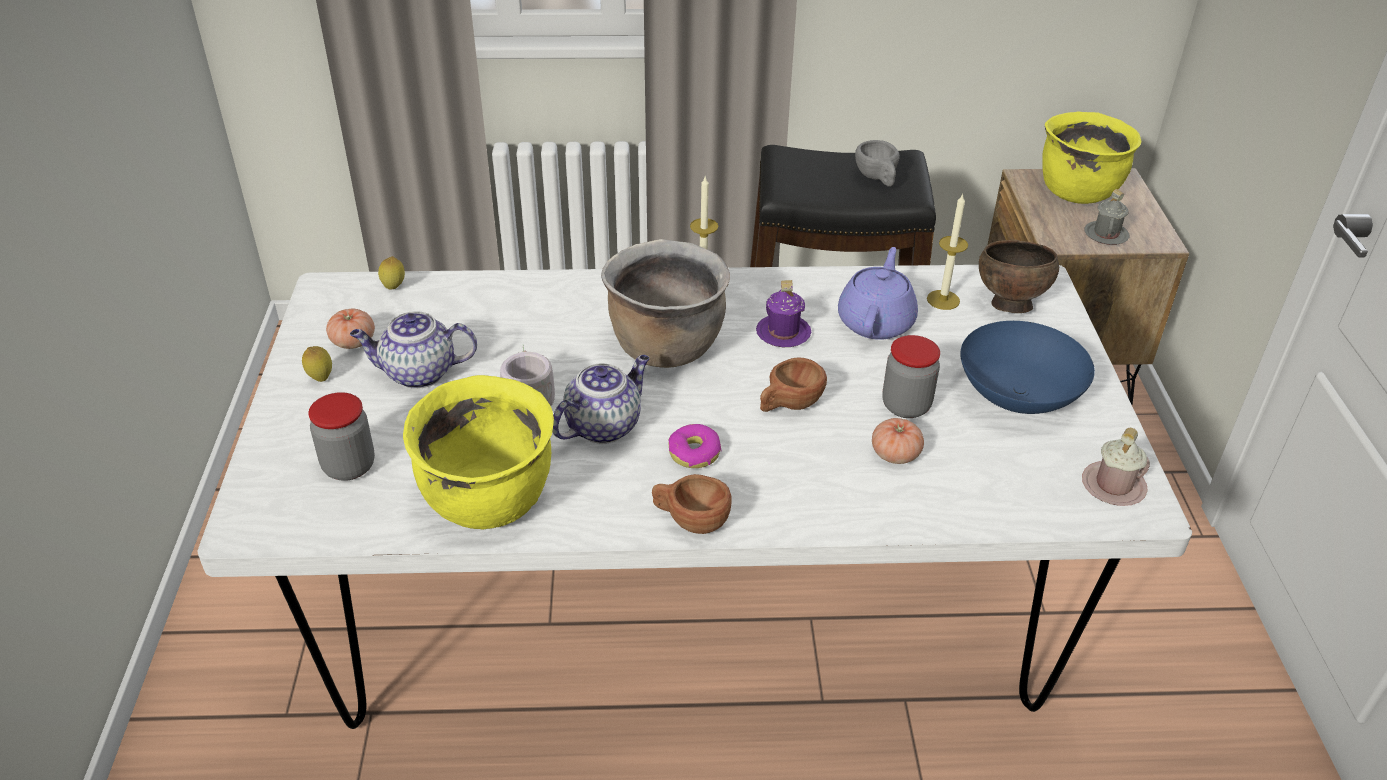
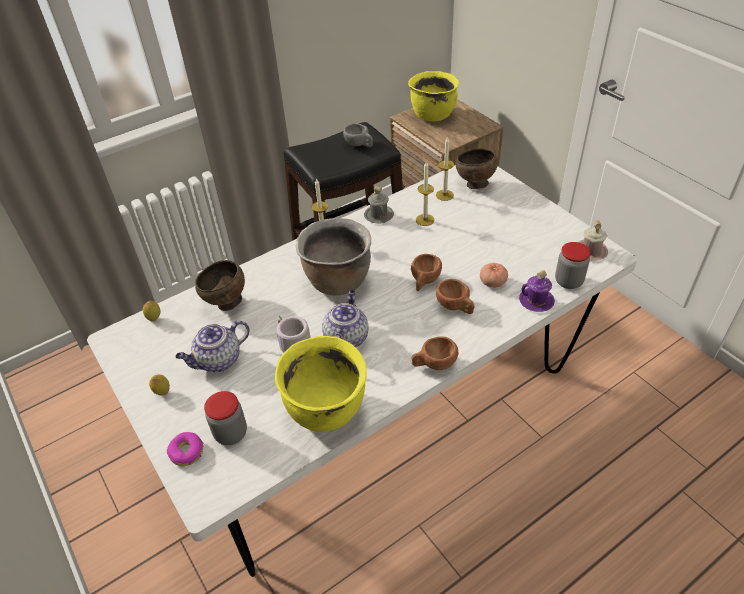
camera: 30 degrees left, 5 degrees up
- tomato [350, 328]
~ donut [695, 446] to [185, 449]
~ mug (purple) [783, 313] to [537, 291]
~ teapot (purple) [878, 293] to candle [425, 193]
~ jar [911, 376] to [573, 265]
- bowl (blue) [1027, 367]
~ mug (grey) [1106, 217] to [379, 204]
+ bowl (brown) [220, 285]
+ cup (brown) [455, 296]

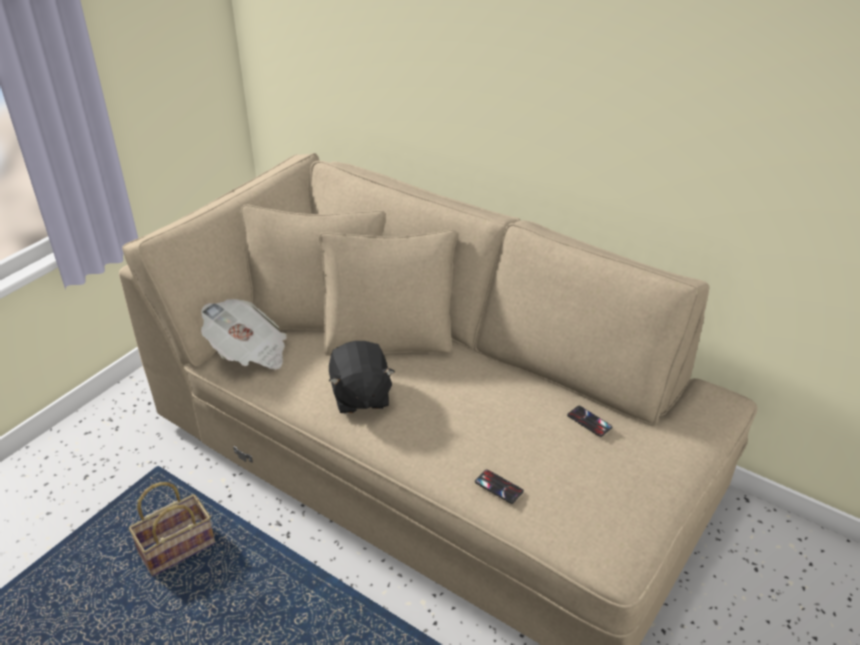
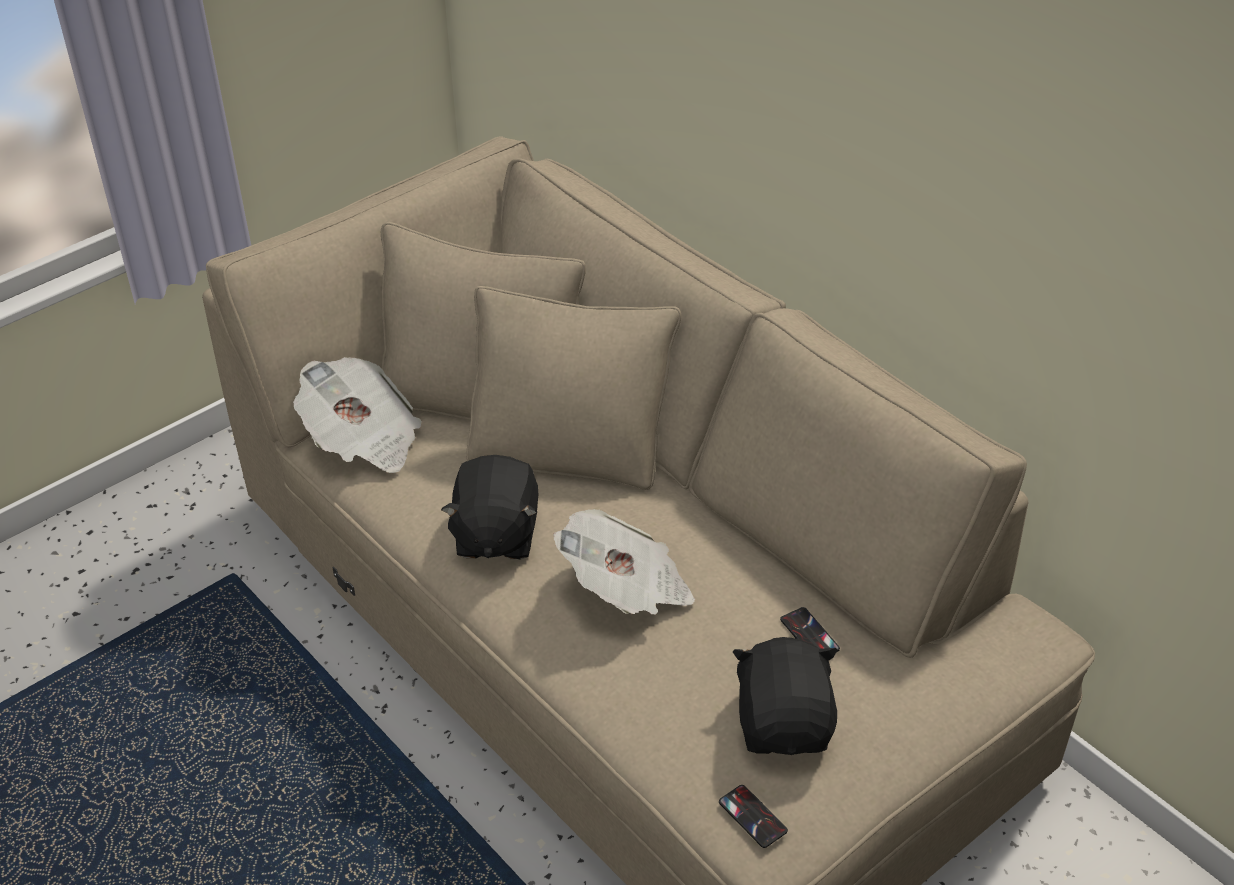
camera: 15 degrees right, 5 degrees up
- basket [172, 529]
~ phone [499, 487] to [753, 816]
+ newspaper [624, 562]
+ plush toy (black) [785, 696]

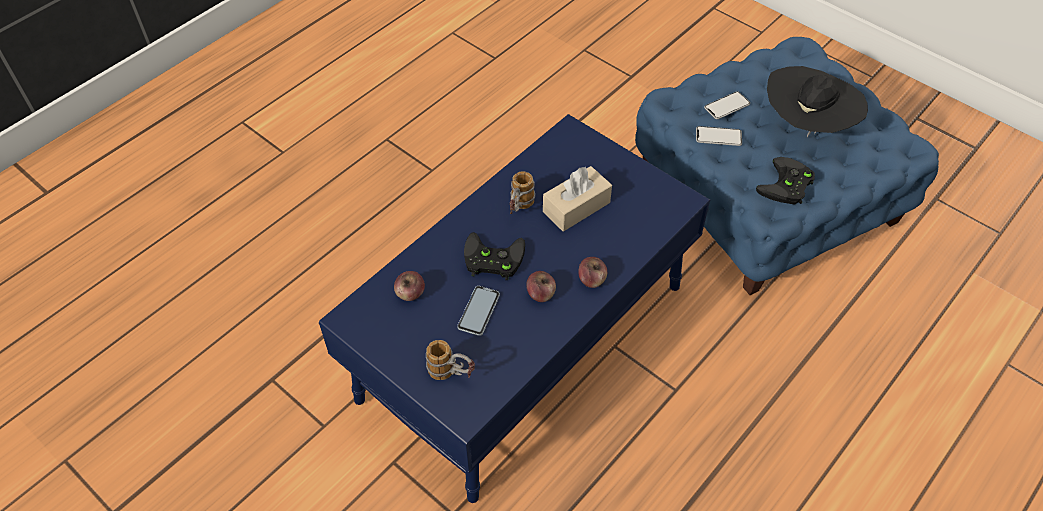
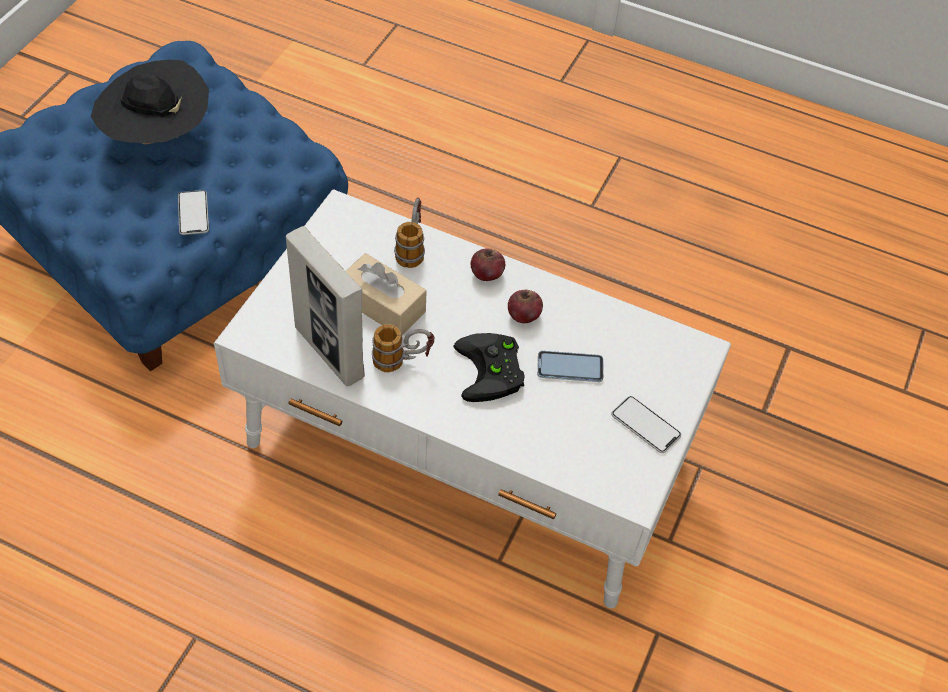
camera: 110 degrees left, 0 degrees up
~ coffee table (blue) [514, 308] to coffee table (white) [472, 399]
- apple [409, 286]
~ mug [450, 360] to [409, 233]
~ phone [727, 105] to [646, 424]
- game controller (black) [785, 181]
+ picture frame [325, 306]

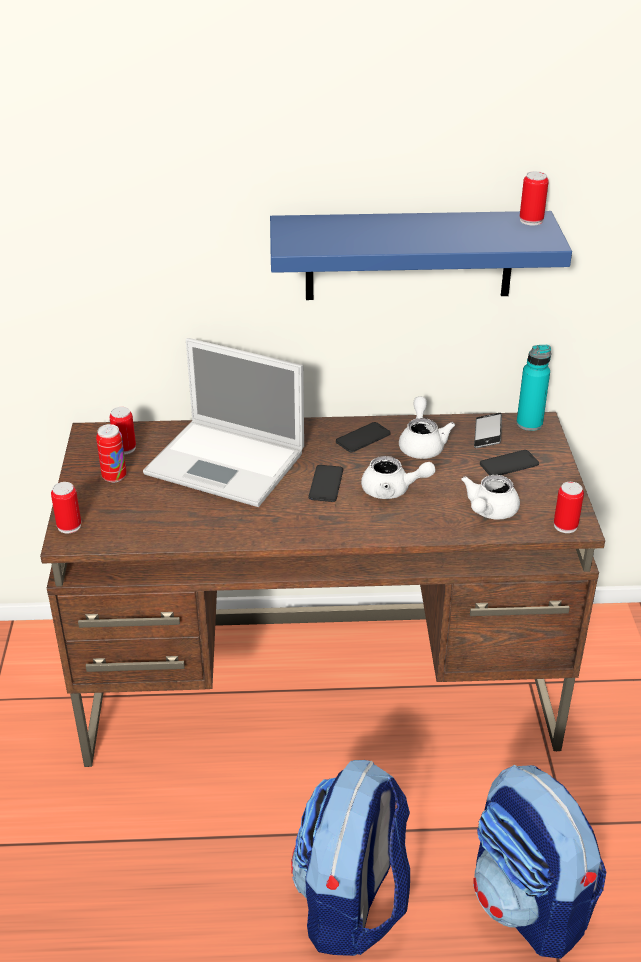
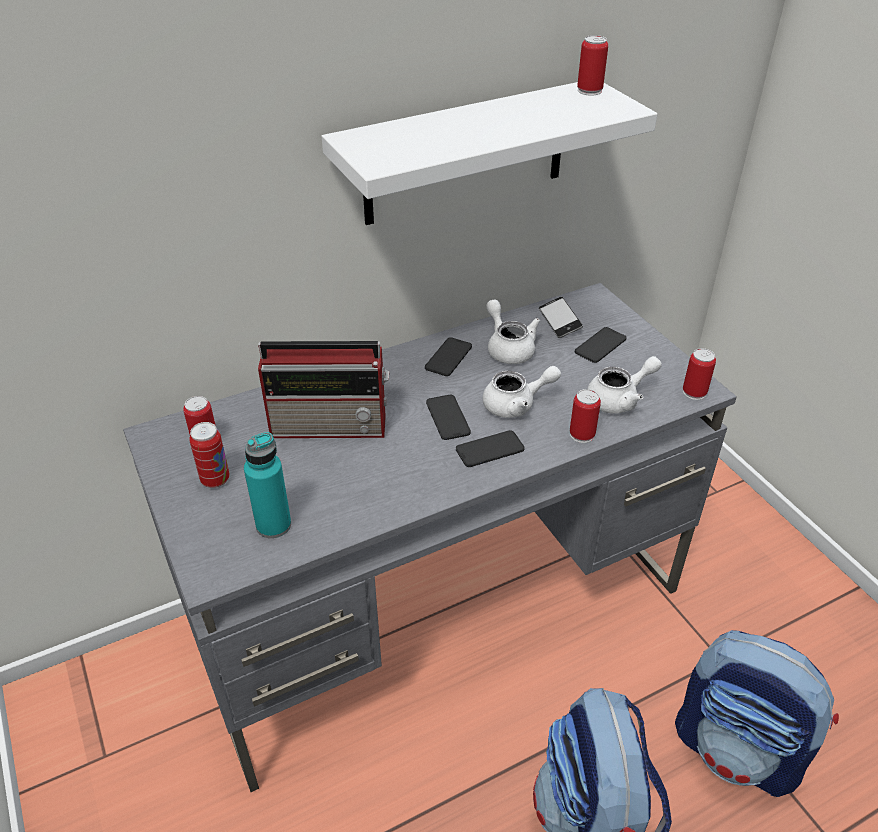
camera: 25 degrees left, 5 degrees up
~ desk (brown) [322, 589] to desk (grey) [430, 537]
~ can [66, 507] to [585, 416]
~ laptop [223, 422] to radio [323, 389]
~ shelf (blue) [421, 255] to shelf (white) [489, 153]
~ teapot (white) [490, 497] = [624, 384] 120 degrees counterclockwise
~ bottle (turquoise) [533, 388] to [267, 485]
+ phone [490, 448]

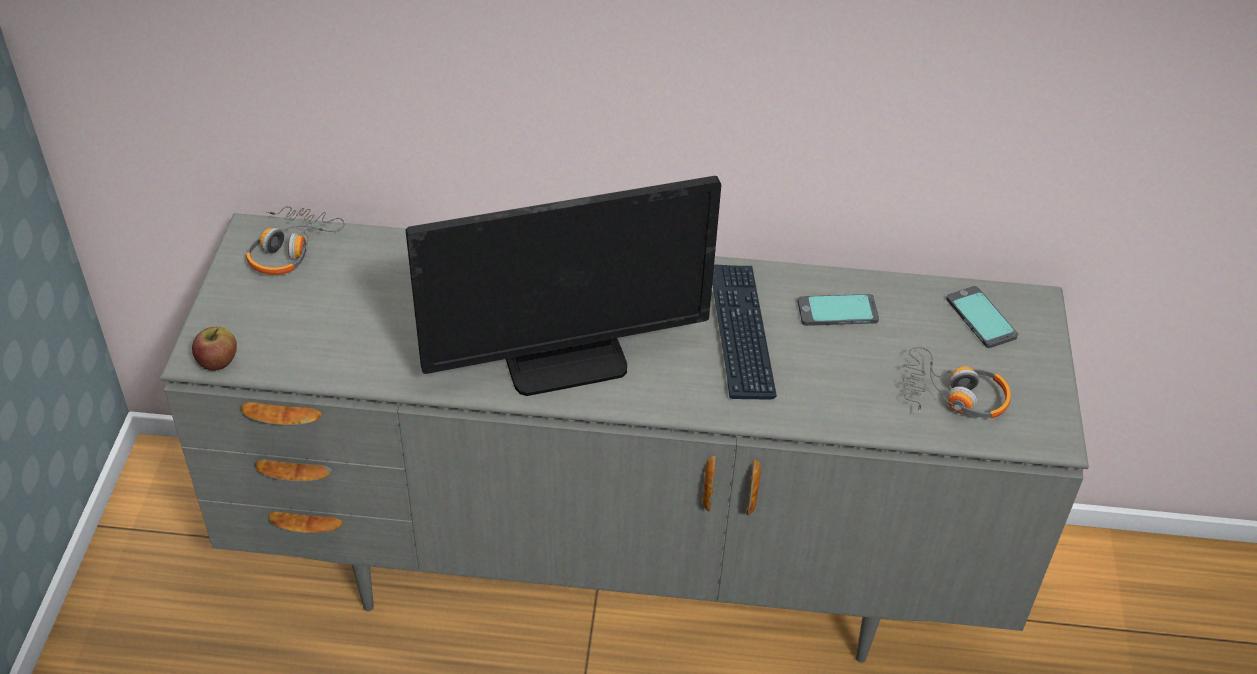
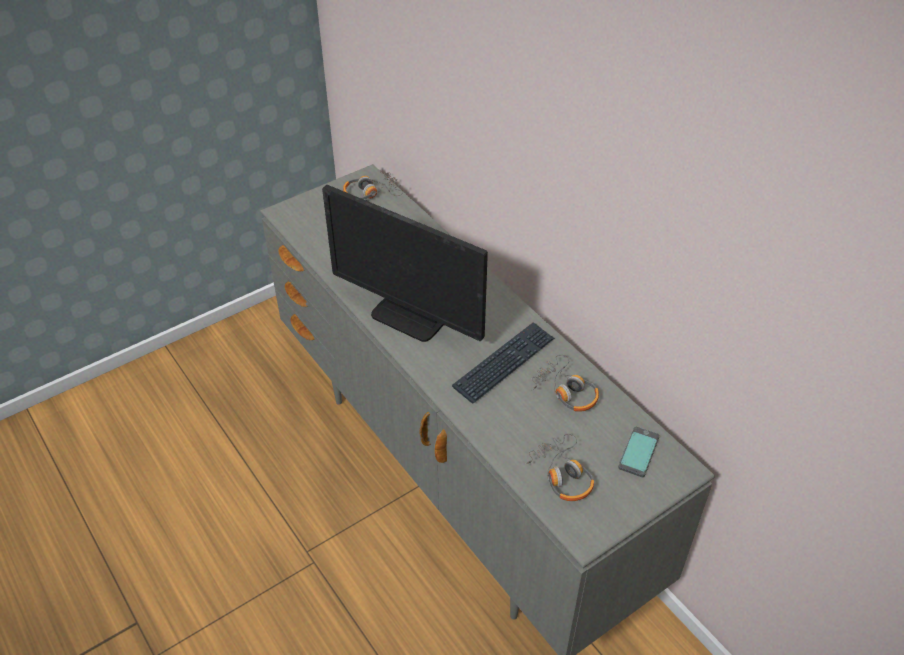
camera: 50 degrees right, 0 degrees up
- apple [214, 349]
~ phone [838, 310] to headphones [565, 383]

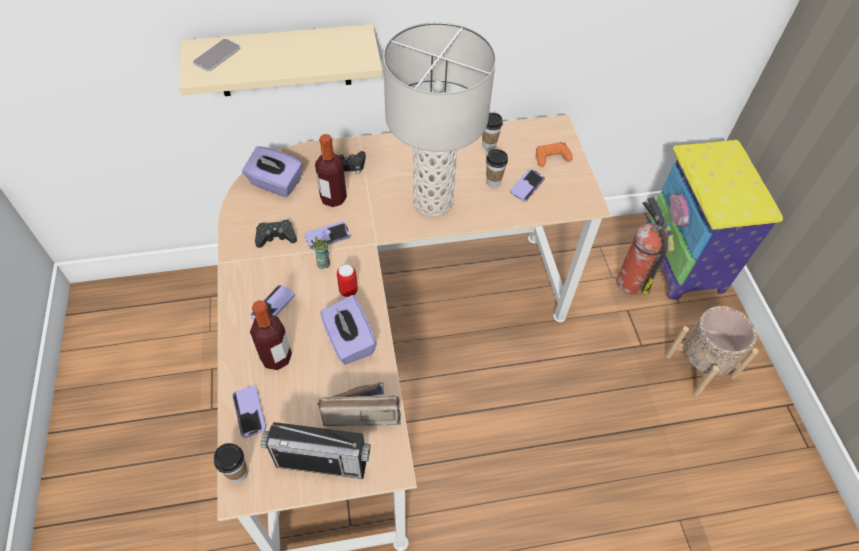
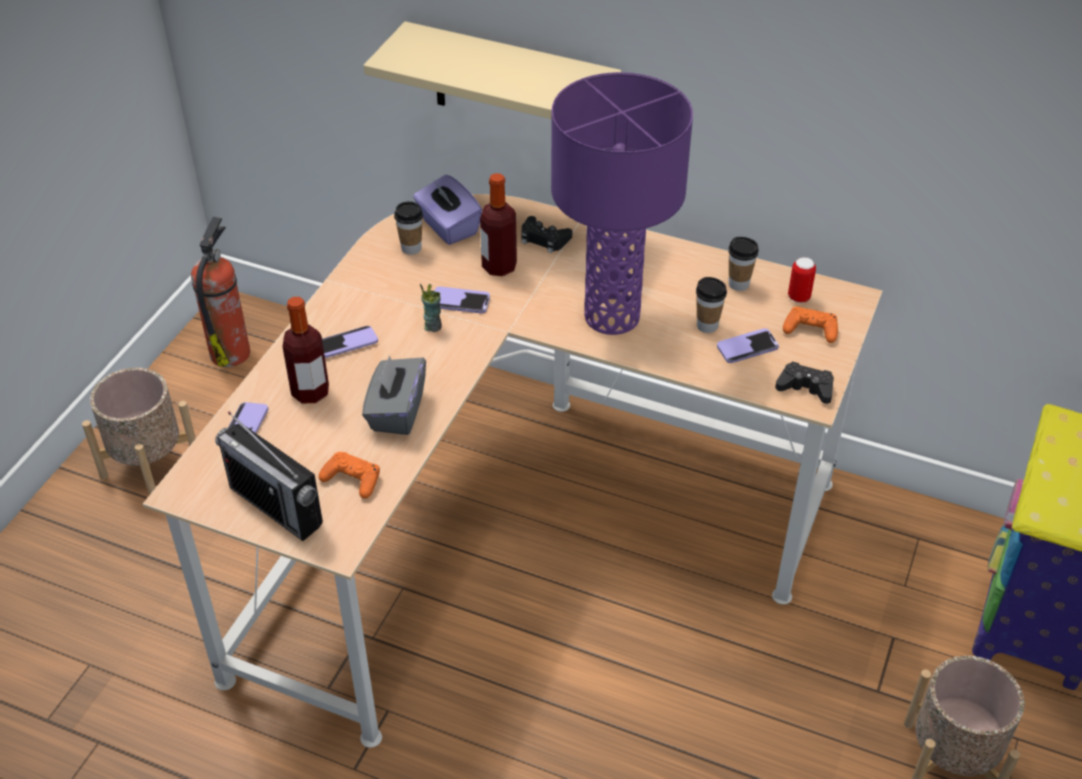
camera: 35 degrees right, 10 degrees down
- phone [216, 55]
~ cup [231, 463] to [408, 228]
~ game controller (black) [276, 234] to [804, 382]
~ radio [359, 404] to game controller (orange) [349, 475]
~ tissue box (purple) [348, 329] to tissue box (grey) [394, 395]
~ can [347, 280] to [802, 280]
~ table lamp (white) [439, 119] to table lamp (purple) [622, 203]
~ fire extinguisher [642, 246] to [220, 292]
+ planter (beige) [139, 431]

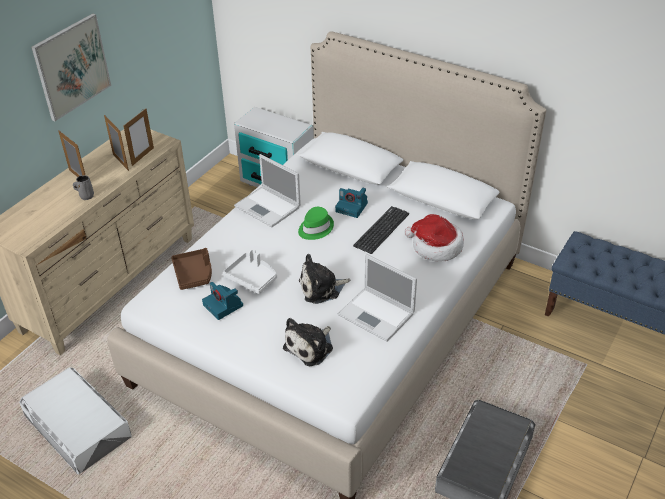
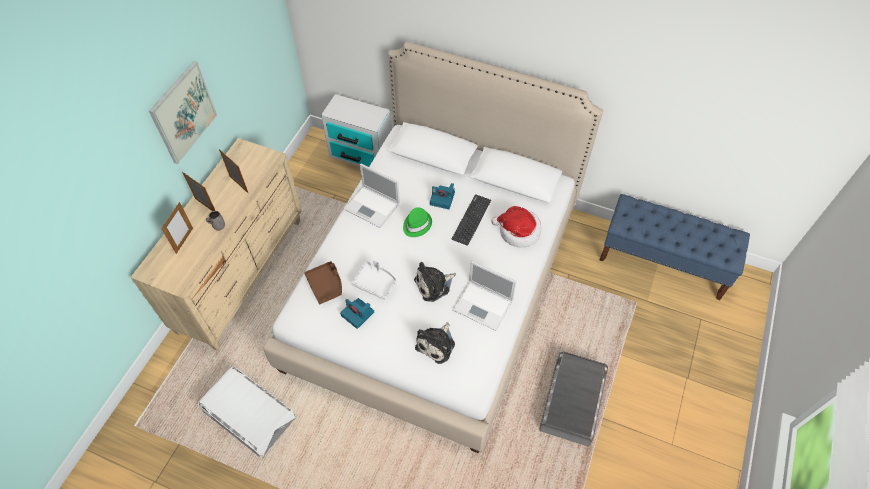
camera: 10 degrees left, 15 degrees up
~ picture frame [139, 137] to [177, 228]

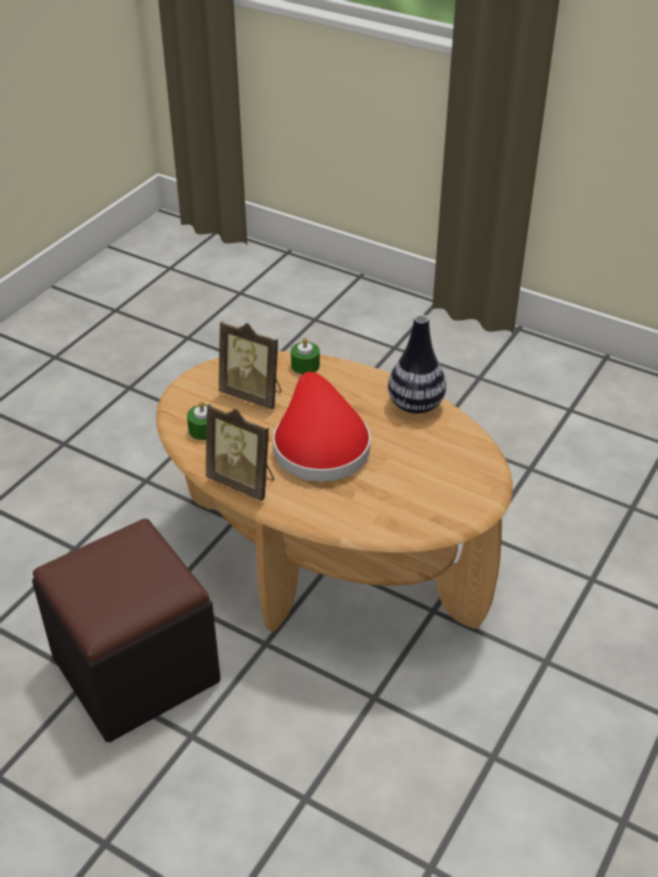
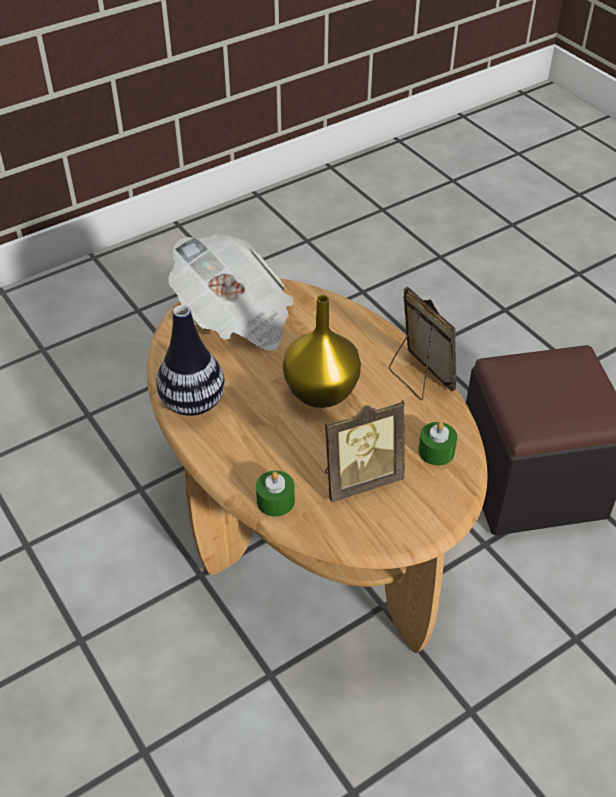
camera: 155 degrees left, 5 degrees up
~ picture frame [250, 365] = [365, 451] 105 degrees clockwise
~ hat (red) [322, 427] to vase (yellow) [322, 351]
+ newspaper [231, 292]

